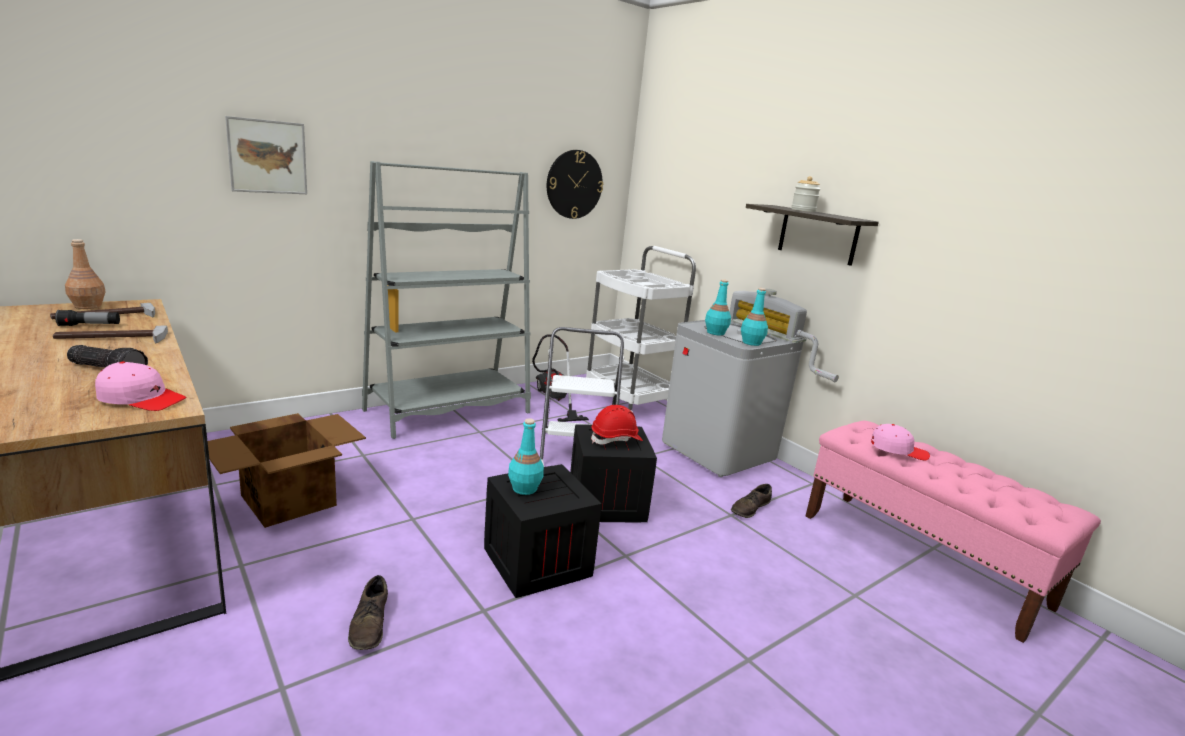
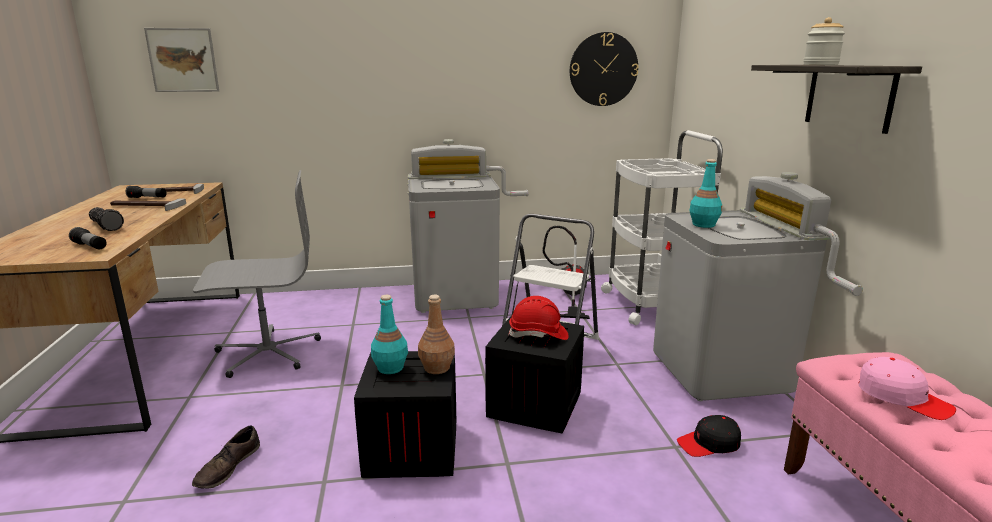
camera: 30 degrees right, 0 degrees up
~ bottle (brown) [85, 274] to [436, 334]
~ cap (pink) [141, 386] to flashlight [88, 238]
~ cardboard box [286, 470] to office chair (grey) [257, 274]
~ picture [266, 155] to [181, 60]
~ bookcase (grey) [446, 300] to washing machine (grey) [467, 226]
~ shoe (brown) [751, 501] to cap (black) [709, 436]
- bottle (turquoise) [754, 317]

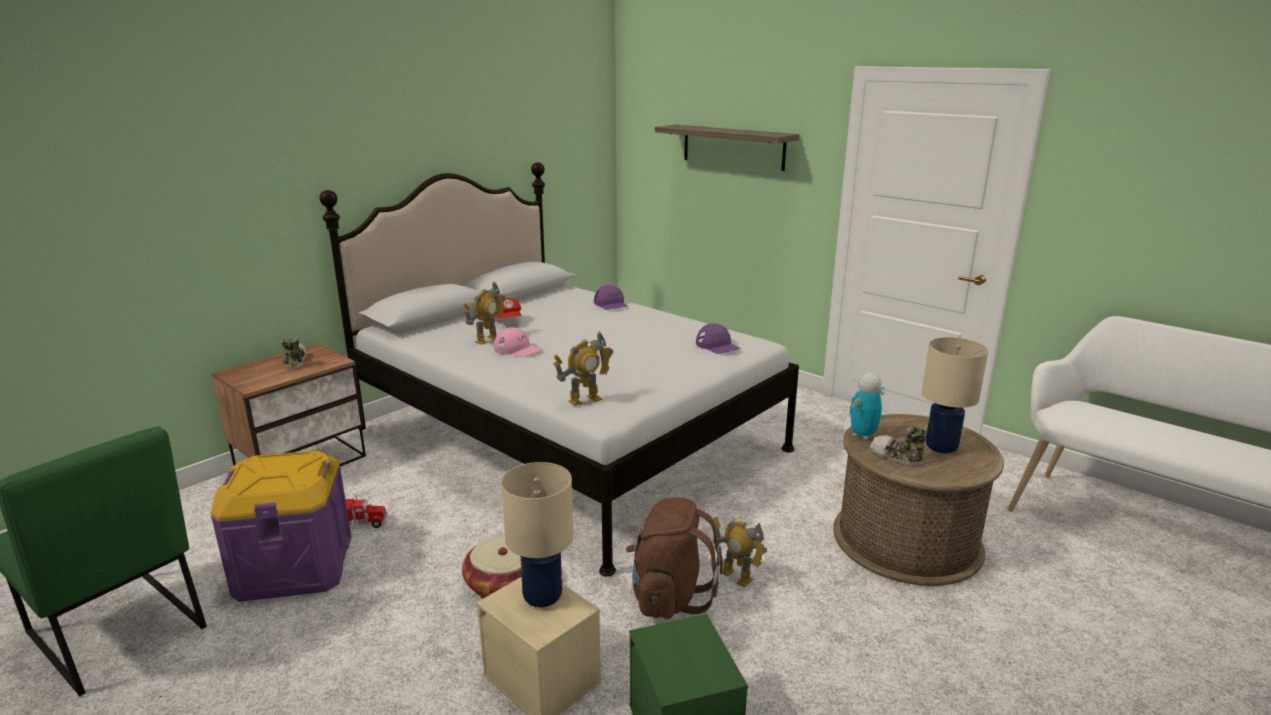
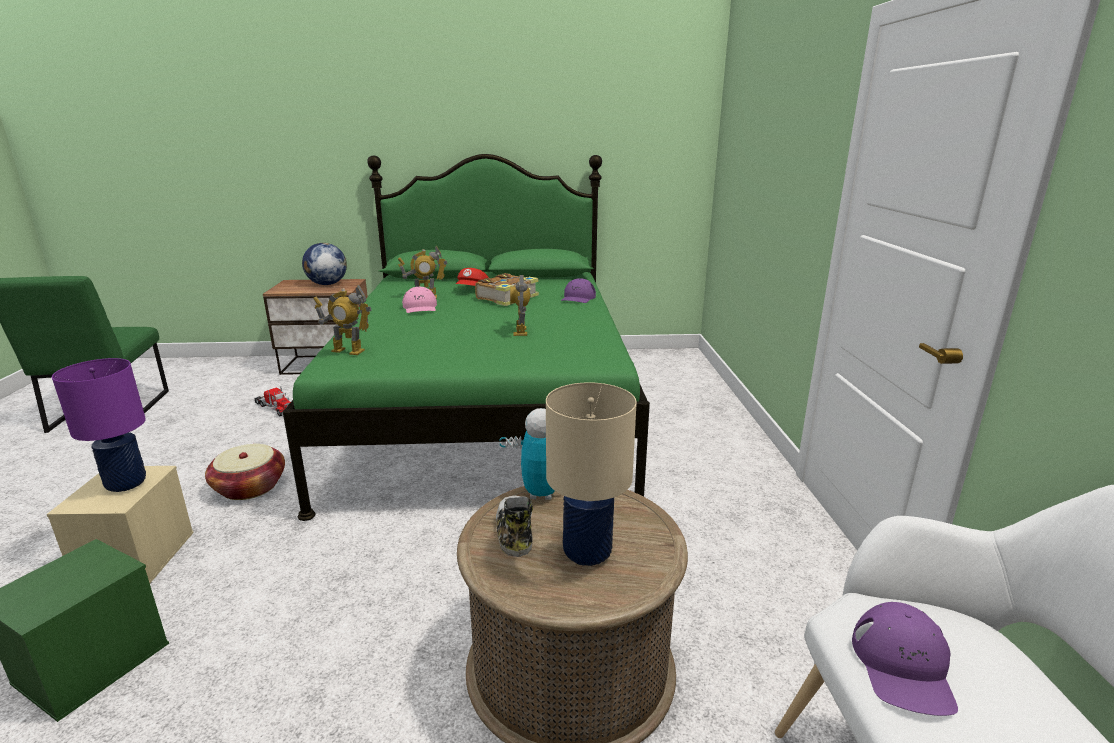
camera: 45 degrees right, 0 degrees up
- storage box (purple) [281, 526]
~ shoe [294, 353] to globe [324, 264]
~ bed (white) [559, 369] to bed (green) [466, 337]
~ table lamp (beige) [537, 535] to table lamp (purple) [99, 425]
- backpack (brown) [674, 558]
- shelf [727, 148]
~ cap (purple) [718, 339] to [905, 659]
~ toy robot [740, 552] to [520, 305]
+ book [507, 289]

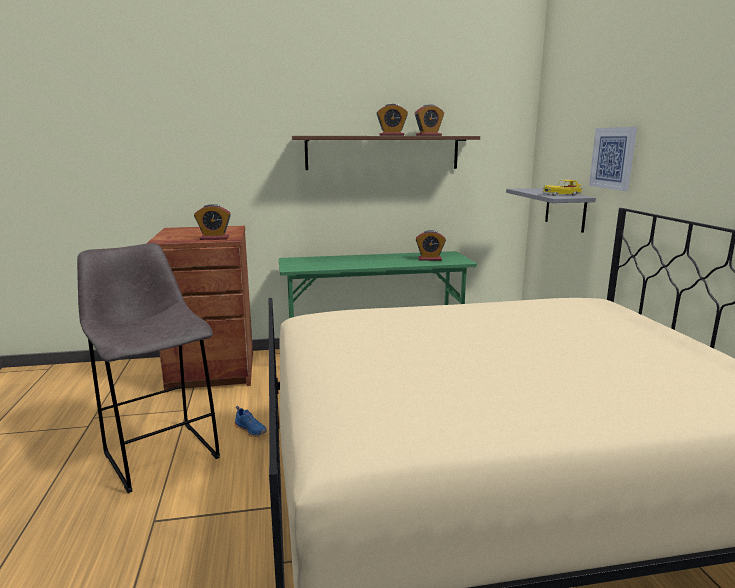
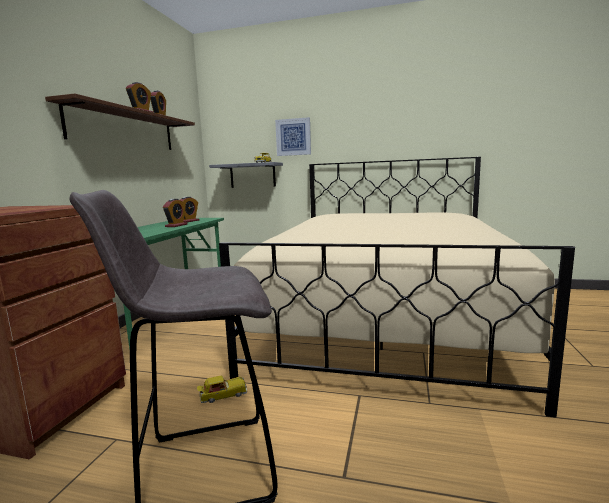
camera: 65 degrees left, 5 degrees down
~ alarm clock [212, 222] to [175, 213]
~ shoe (blue) [250, 421] to toy car [222, 389]

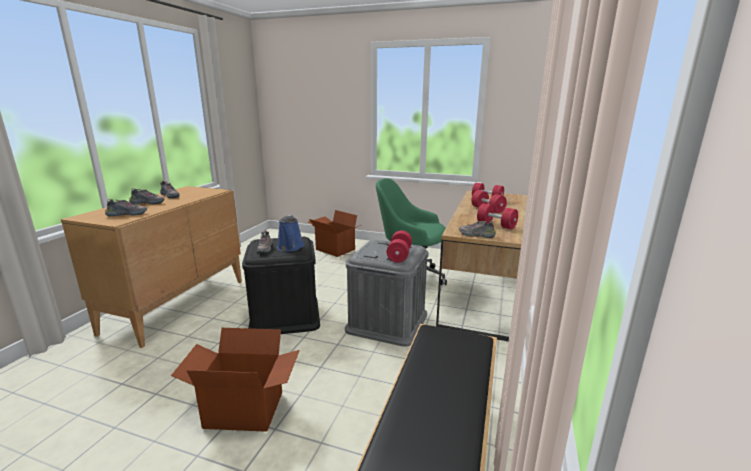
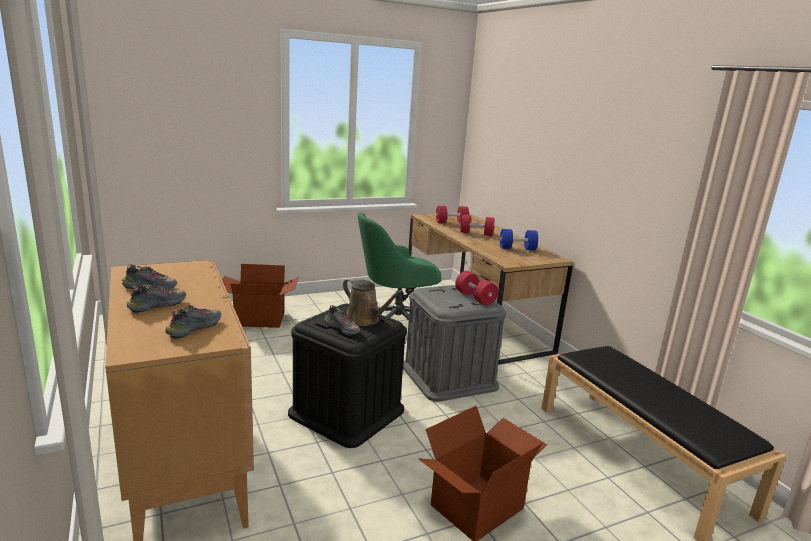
camera: 45 degrees left, 0 degrees up
~ watering can (blue) [290, 233] to watering can (brown) [373, 302]
- shoe [477, 229]
~ dumbbell (red) [497, 216] to dumbbell (blue) [519, 239]

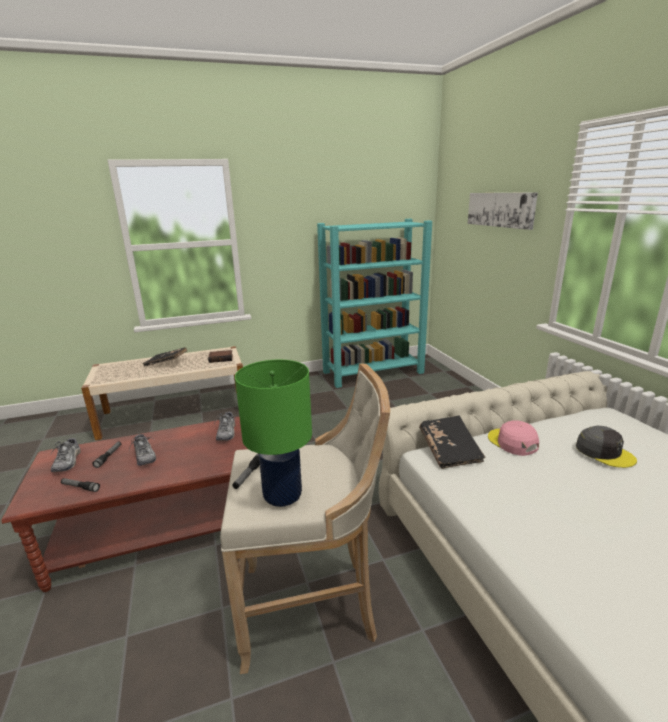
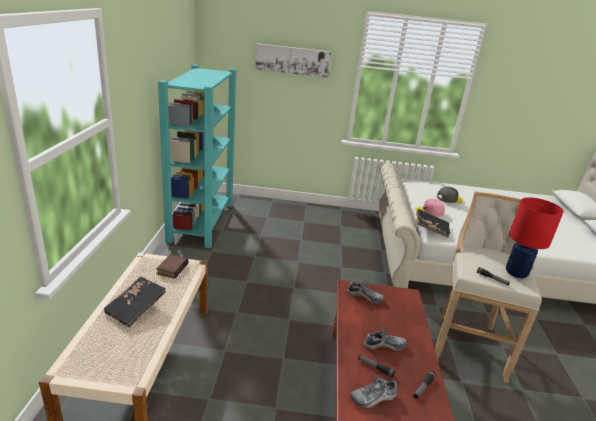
camera: 70 degrees left, 5 degrees up
~ shoe [65, 454] = [373, 391] 150 degrees clockwise
~ table lamp (green) [273, 433] to table lamp (red) [535, 237]

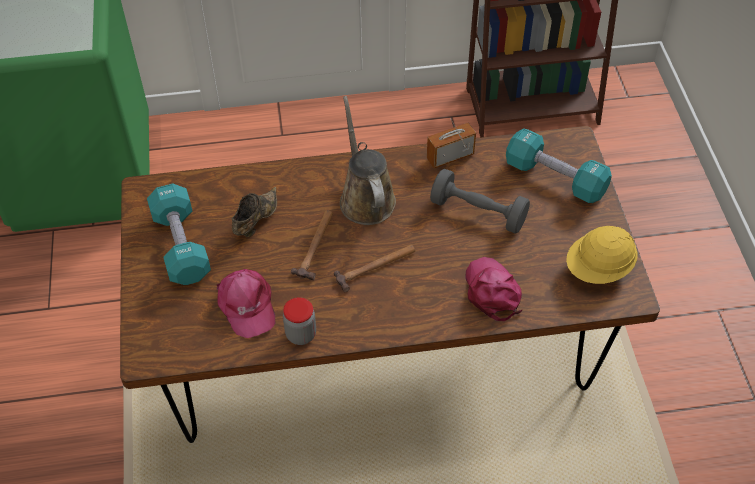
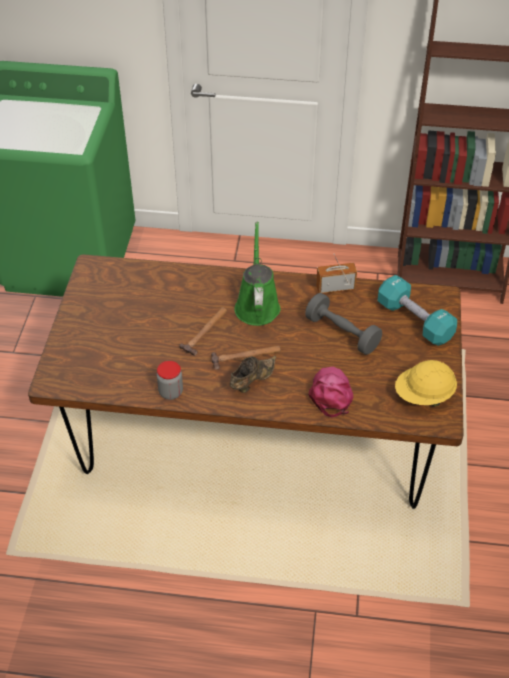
camera: 15 degrees right, 5 degrees down
- dumbbell (turquoise) [179, 234]
- cap (pink) [246, 303]
~ shoe (brown) [254, 212] to [253, 374]
~ watering can (brown) [368, 160] to watering can (green) [257, 274]

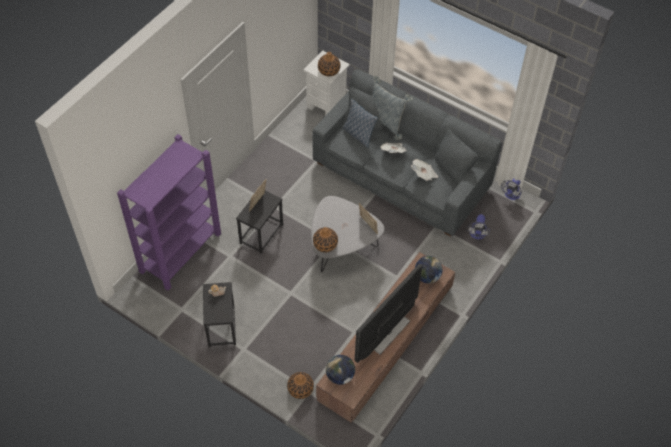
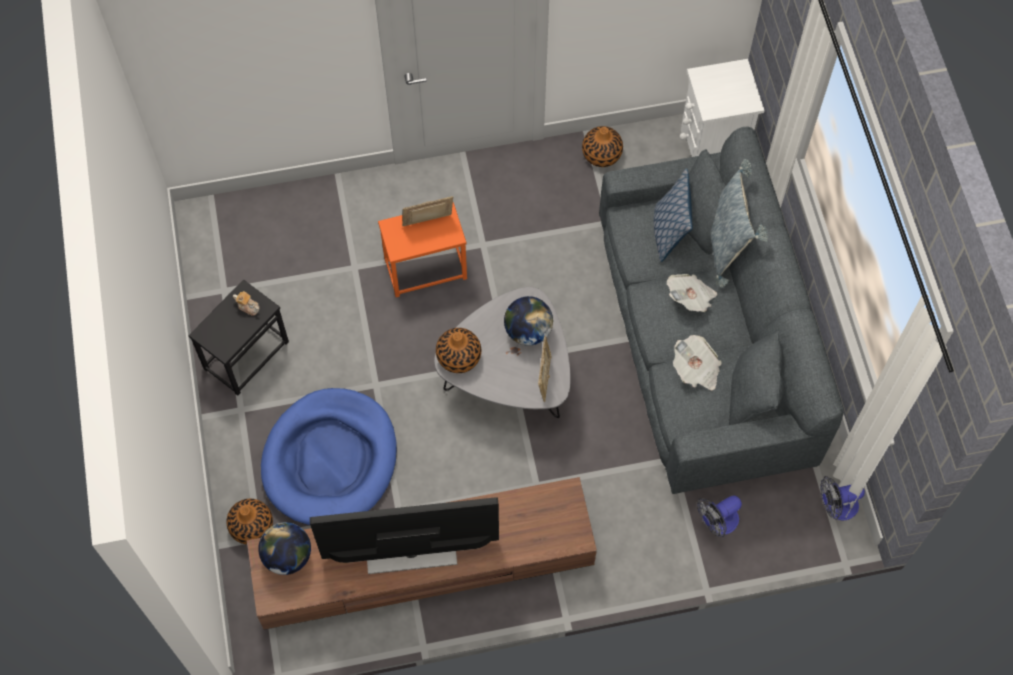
camera: 45 degrees right, 10 degrees up
- bookcase (purple) [169, 212]
~ side table (black) [259, 222] to side table (orange) [422, 249]
~ vase [329, 64] to [602, 146]
~ globe [428, 269] to [528, 321]
+ dog bed (blue) [329, 456]

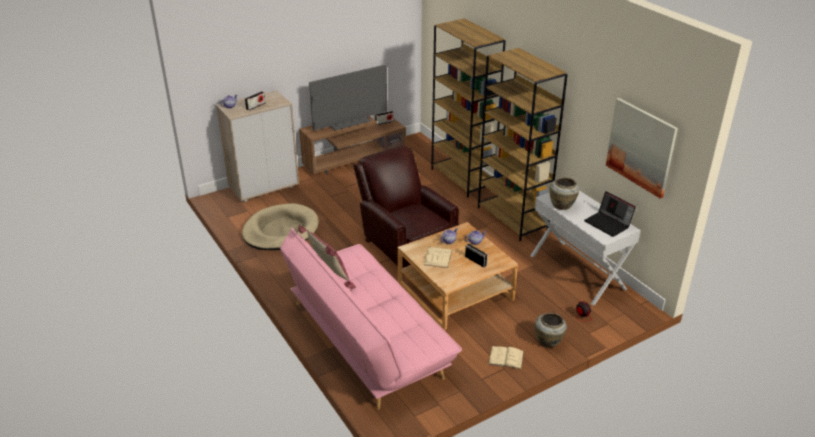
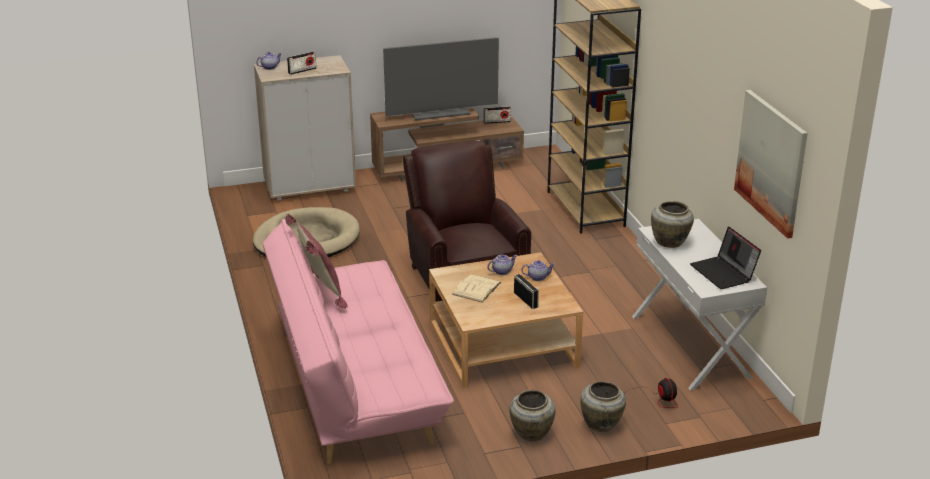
camera: 15 degrees right, 5 degrees down
- bookcase (brown) [523, 144]
~ book (beige) [506, 358] to vase (beige) [532, 416]

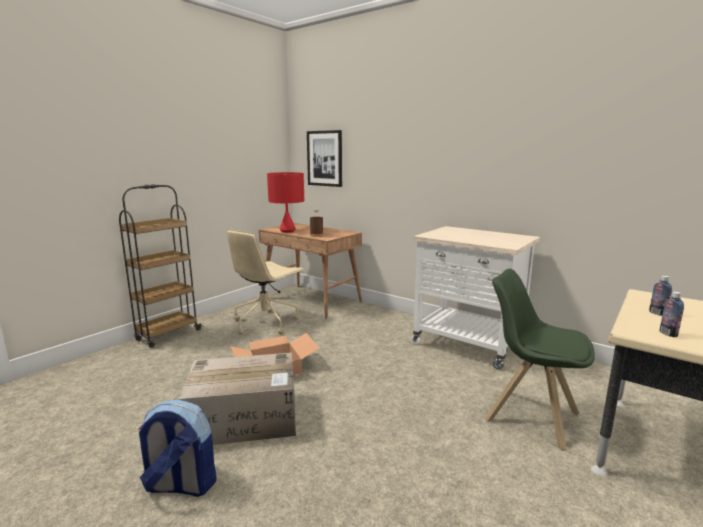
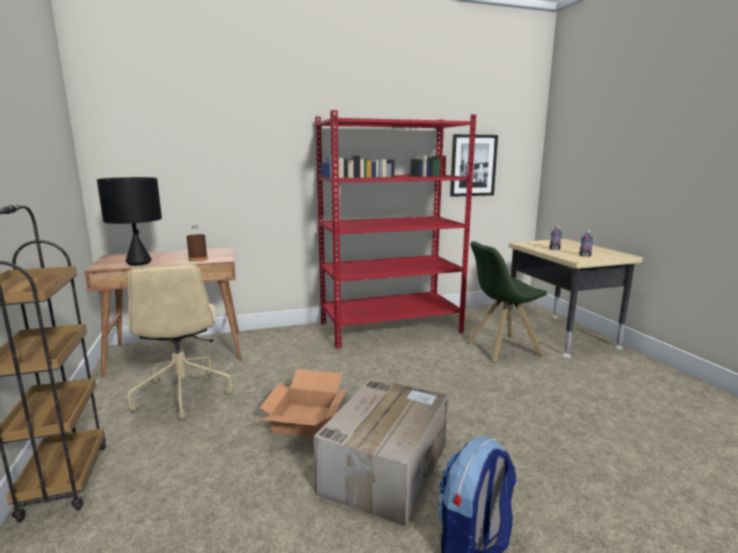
camera: 55 degrees left, 0 degrees up
~ table lamp (red) [285, 202] to table lamp (black) [129, 221]
~ picture [324, 158] to [474, 165]
~ cart (white) [475, 298] to bookcase (red) [395, 229]

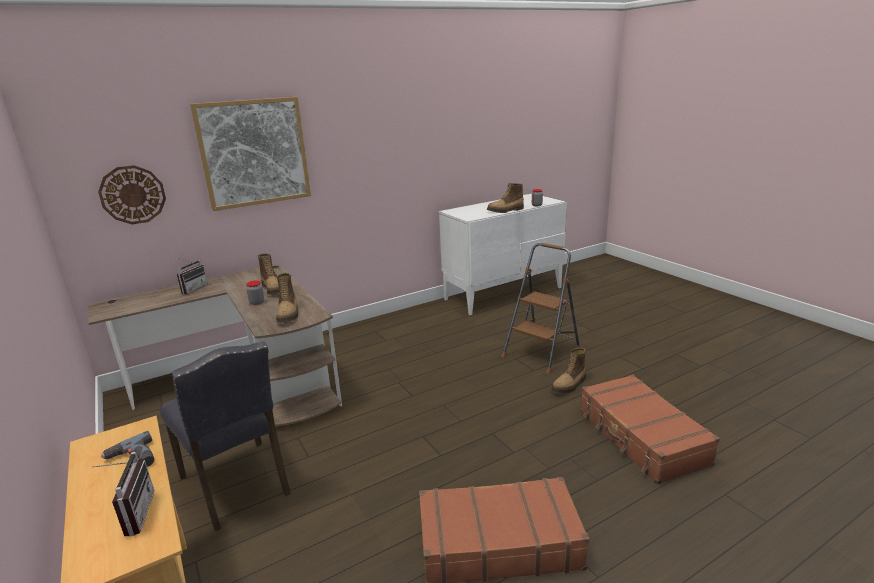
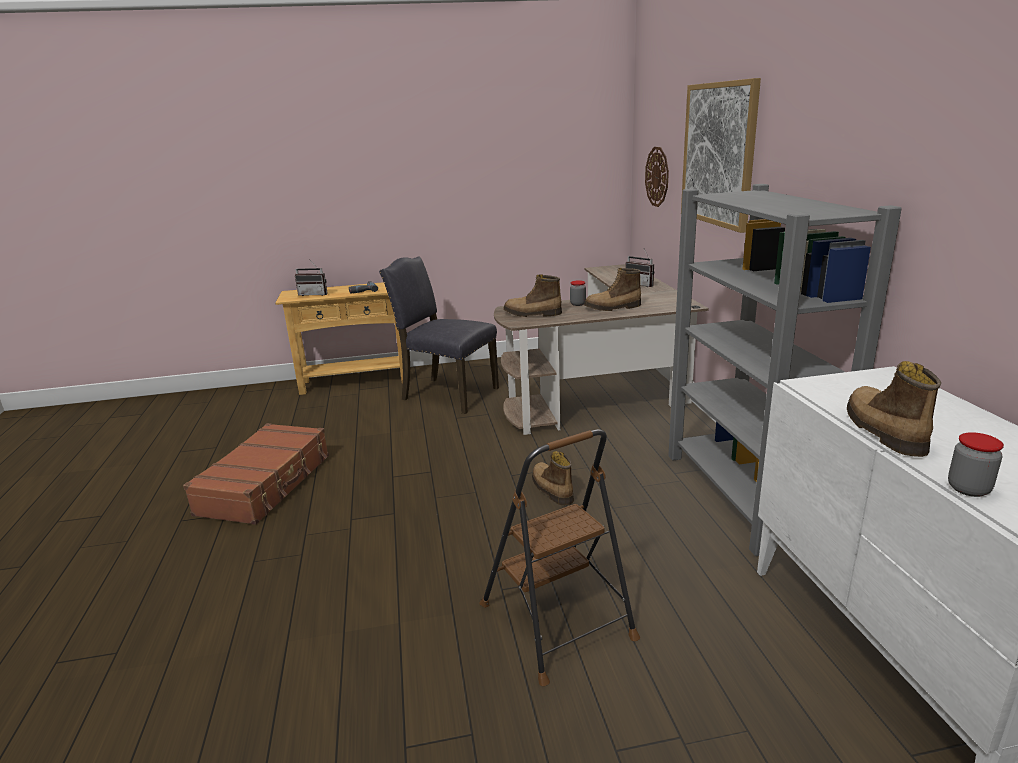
camera: 110 degrees right, 0 degrees up
~ chair (grey) [225, 436] = [439, 335] 45 degrees clockwise
~ boot [568, 371] to [553, 478]
- suitcase (brown) [650, 429]
+ bookcase (grey) [785, 370]

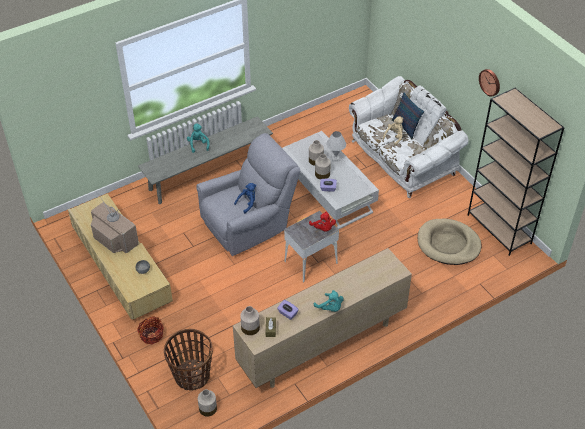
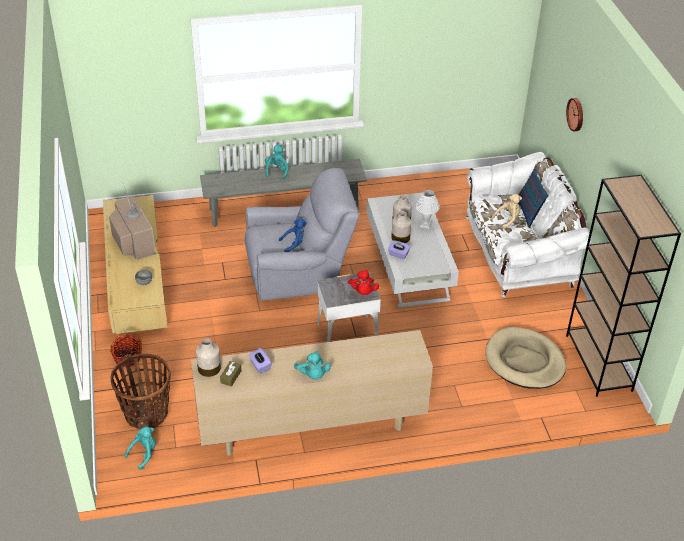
camera: 20 degrees right, 5 degrees down
~ vase (beige) [207, 403] to plush toy (turquoise) [140, 448]
~ wall clock [489, 83] to [574, 114]

